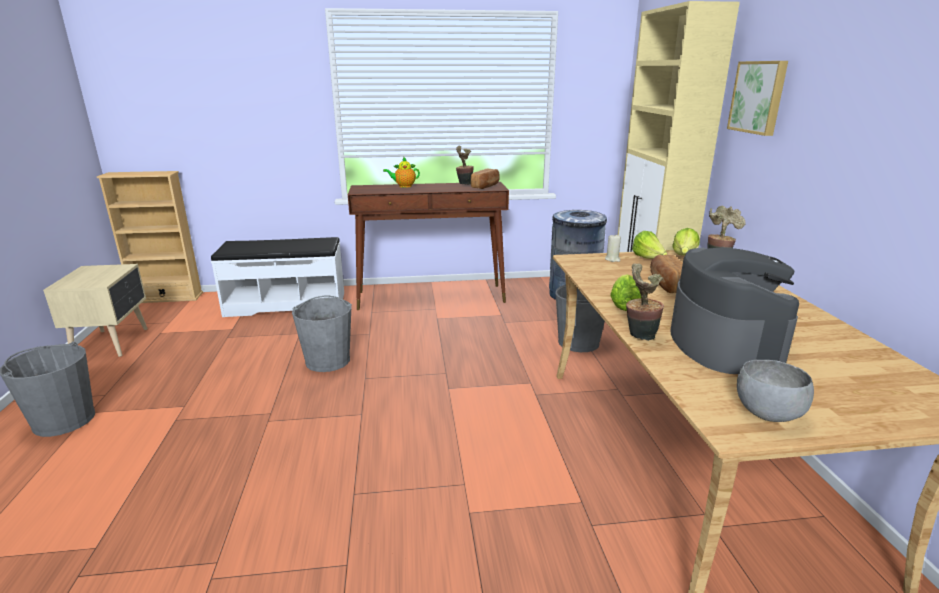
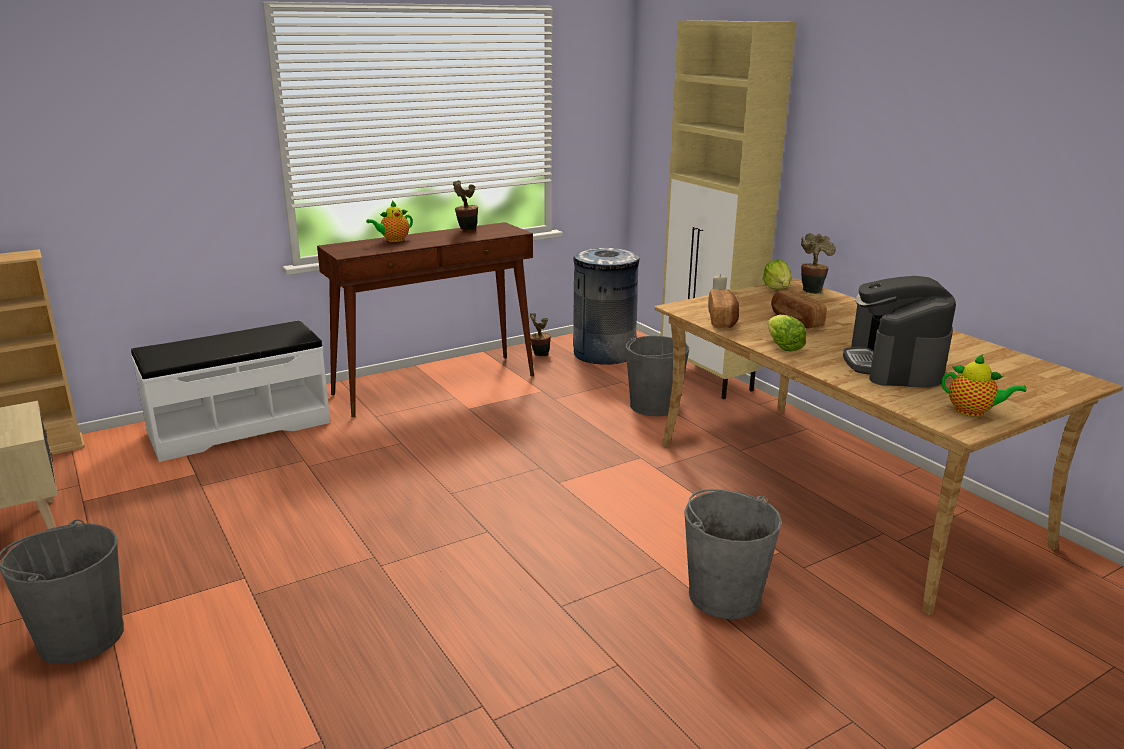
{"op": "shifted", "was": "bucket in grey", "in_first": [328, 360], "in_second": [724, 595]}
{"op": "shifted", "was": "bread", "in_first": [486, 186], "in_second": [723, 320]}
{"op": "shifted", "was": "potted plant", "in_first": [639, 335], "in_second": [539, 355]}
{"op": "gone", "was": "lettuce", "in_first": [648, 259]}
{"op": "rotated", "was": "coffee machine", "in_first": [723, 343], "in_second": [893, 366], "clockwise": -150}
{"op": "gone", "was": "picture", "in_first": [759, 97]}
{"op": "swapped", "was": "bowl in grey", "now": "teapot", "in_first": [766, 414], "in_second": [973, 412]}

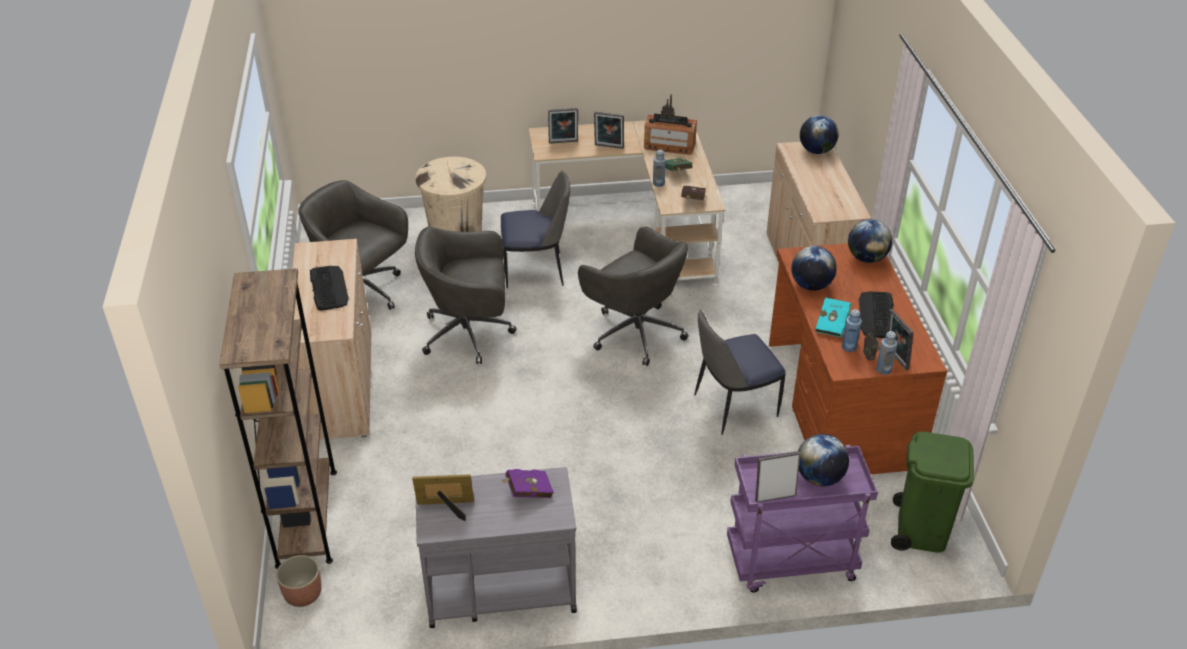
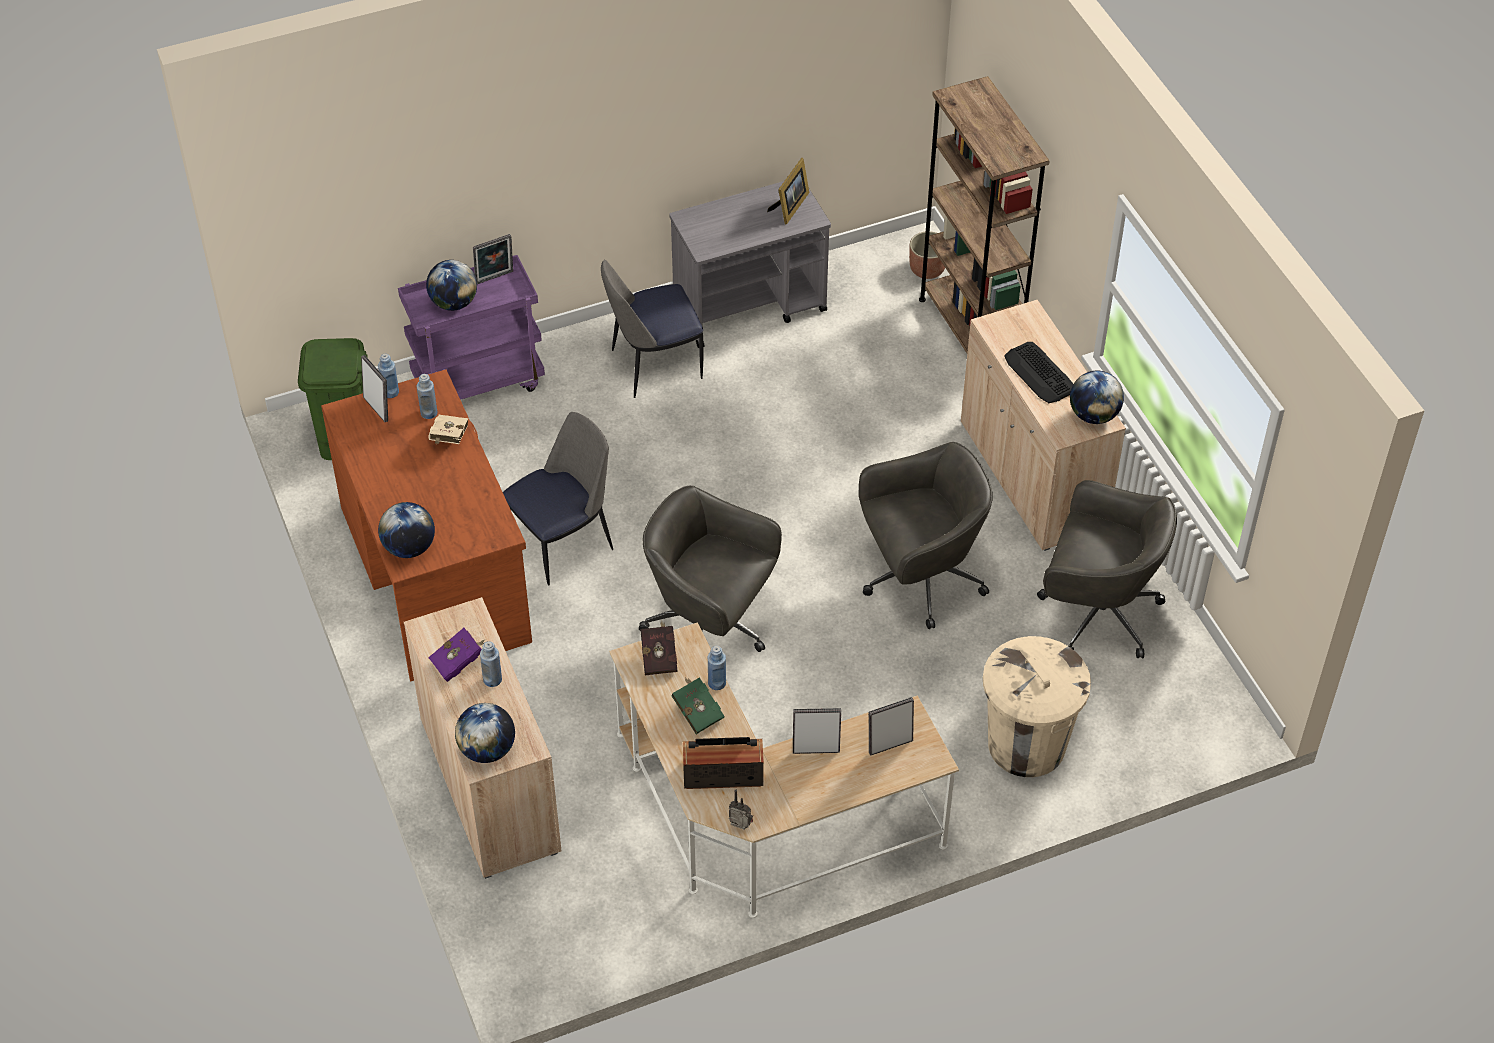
{"op": "rotated", "was": "picture frame", "in_first": [447, 508], "in_second": [790, 207], "clockwise": -45}
{"op": "shifted", "was": "book in purple", "in_first": [527, 492], "in_second": [459, 662]}
{"op": "shifted", "was": "chair", "in_first": [536, 271], "in_second": [653, 365]}
{"op": "shifted", "was": "globe", "in_first": [811, 285], "in_second": [1093, 415]}
{"op": "repainted", "was": "book in turquoise", "now": "book in beige", "in_first": [832, 324], "in_second": [448, 439]}
{"op": "gone", "was": "keyboard", "in_first": [877, 315]}
{"op": "gone", "was": "radio", "in_first": [869, 357]}
{"op": "new", "now": "bottle in blue", "in_second": [492, 679]}

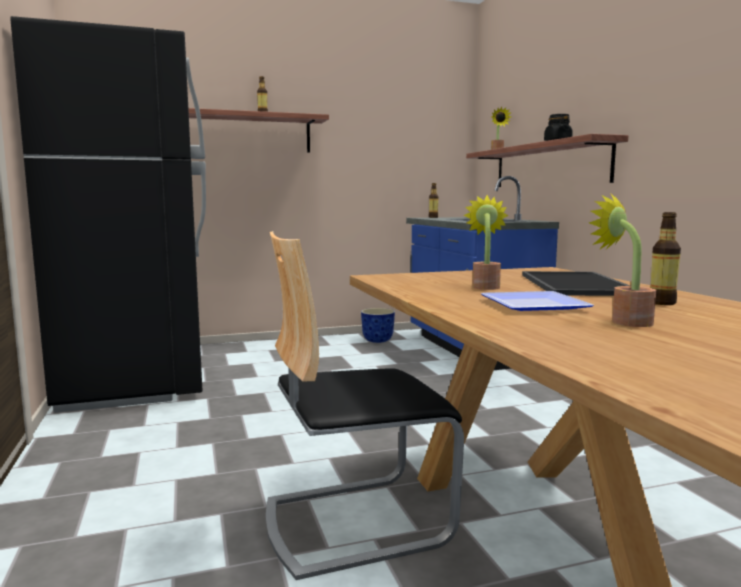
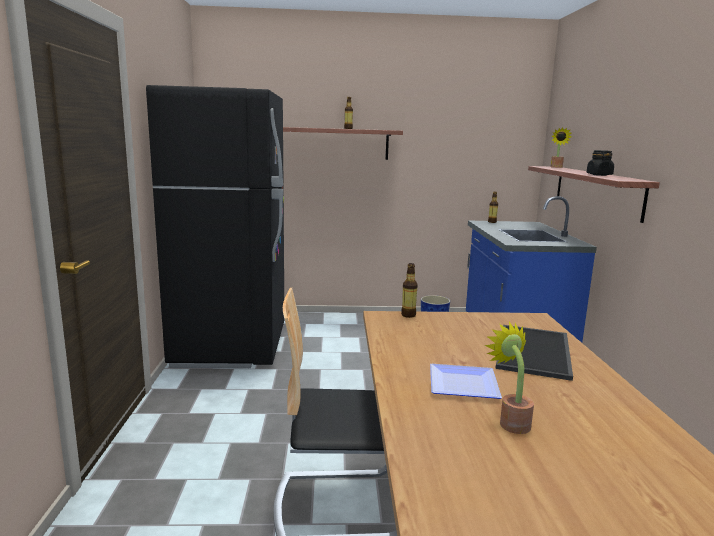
{"op": "gone", "was": "potted plant", "in_first": [485, 286]}
{"op": "shifted", "was": "bottle", "in_first": [661, 303], "in_second": [408, 315]}

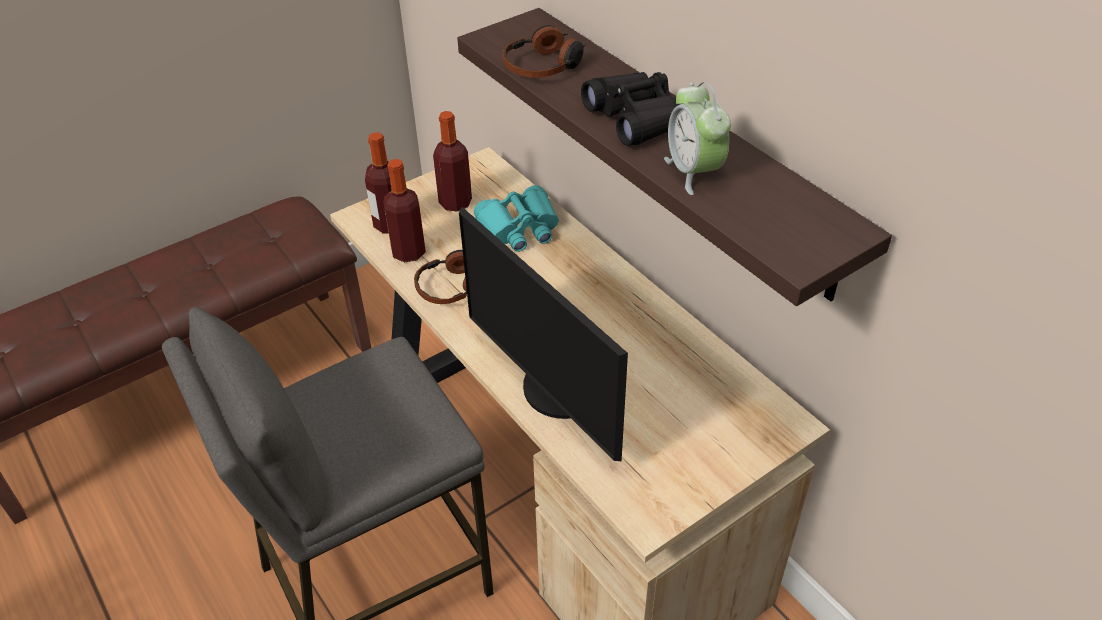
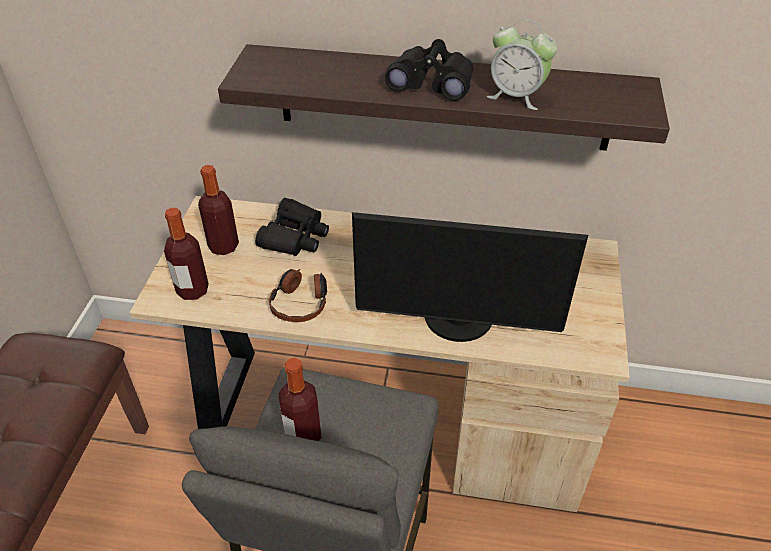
{"op": "shifted", "was": "bottle", "in_first": [408, 252], "in_second": [303, 437]}
{"op": "repainted", "was": "binoculars in turquoise", "now": "binoculars in black", "in_first": [519, 228], "in_second": [294, 236]}
{"op": "gone", "was": "headphones", "in_first": [544, 65]}

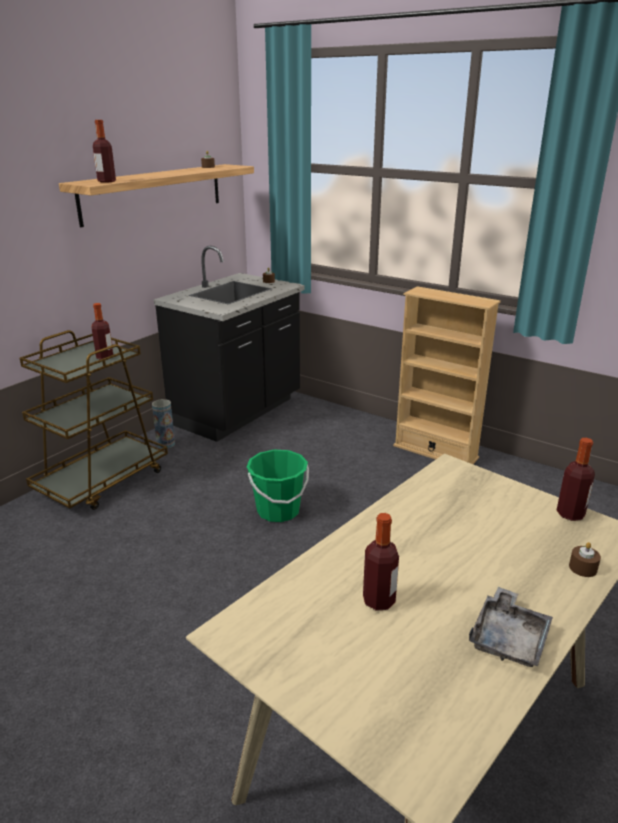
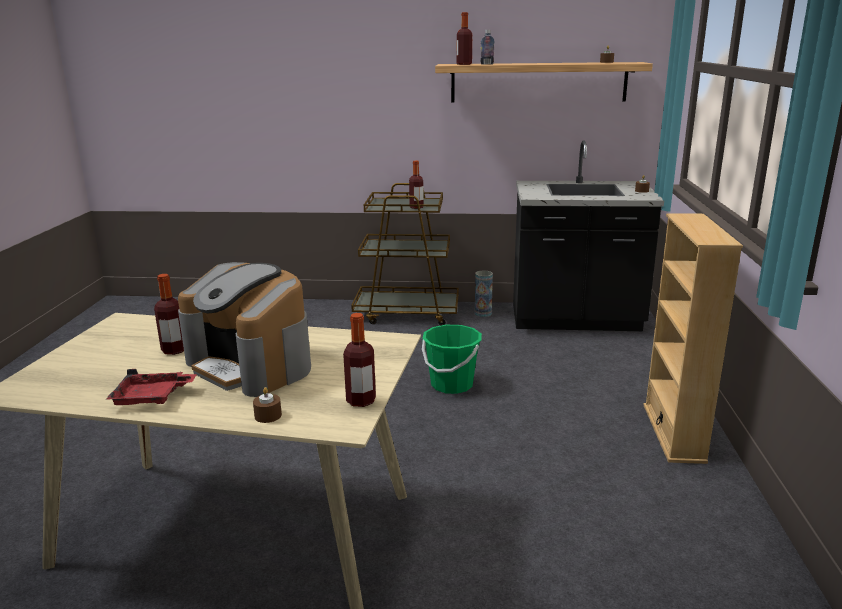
{"op": "repainted", "was": "tray in grey", "now": "tray in red", "in_first": [509, 638], "in_second": [152, 397]}
{"op": "new", "now": "coffee machine", "in_second": [251, 365]}
{"op": "new", "now": "bottle", "in_second": [487, 64]}

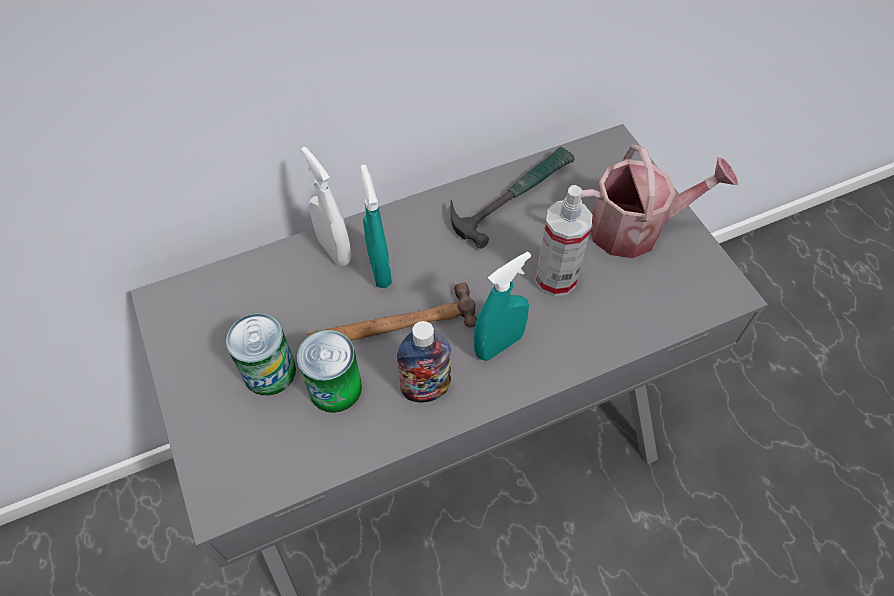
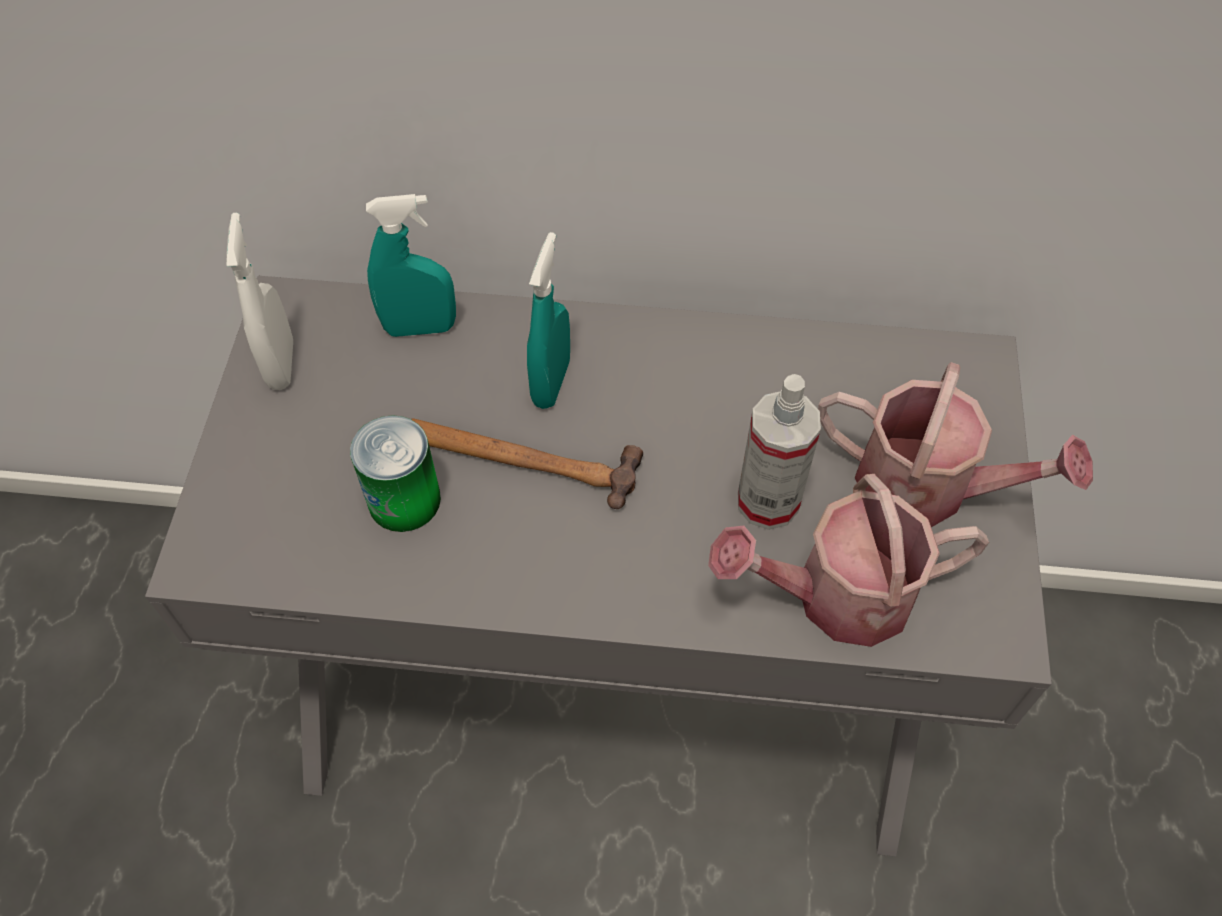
{"op": "gone", "was": "can", "in_first": [269, 371]}
{"op": "shifted", "was": "spray bottle in white", "in_first": [334, 250], "in_second": [281, 364]}
{"op": "gone", "was": "bottle", "in_first": [426, 389]}
{"op": "gone", "was": "hammer", "in_first": [511, 196]}
{"op": "shifted", "was": "spray bottle in turquoise", "in_first": [498, 345], "in_second": [420, 328]}
{"op": "new", "now": "watering can", "in_second": [836, 596]}

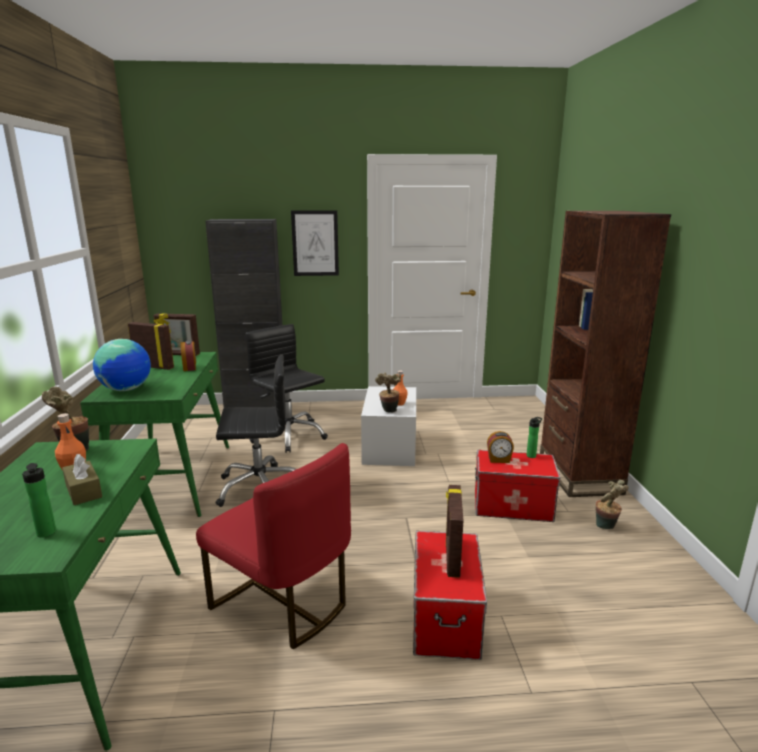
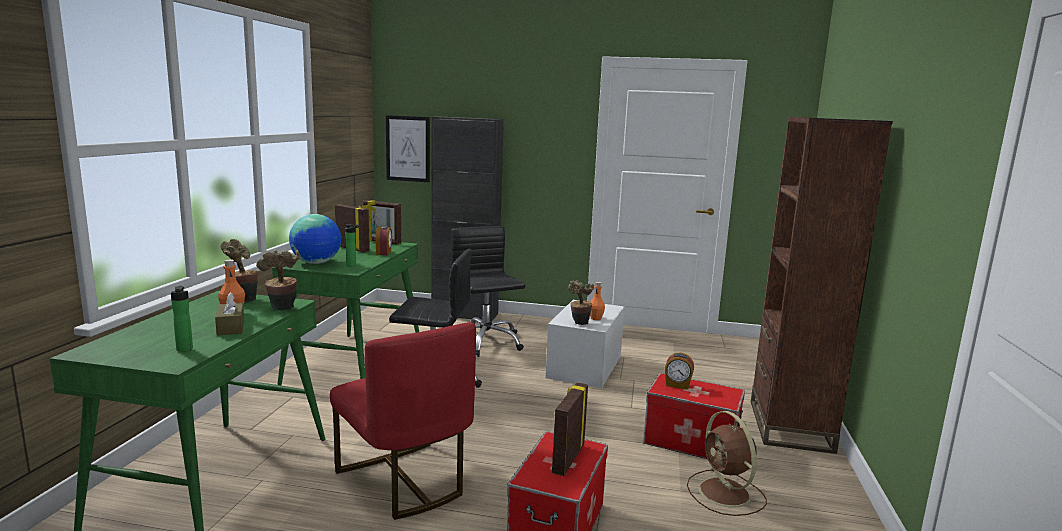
{"op": "shifted", "was": "picture", "in_first": [315, 243], "in_second": [408, 148]}
{"op": "shifted", "was": "bottle", "in_first": [532, 455], "in_second": [353, 265]}
{"op": "shifted", "was": "potted plant", "in_first": [606, 527], "in_second": [282, 309]}
{"op": "new", "now": "fan in brown", "in_second": [726, 494]}

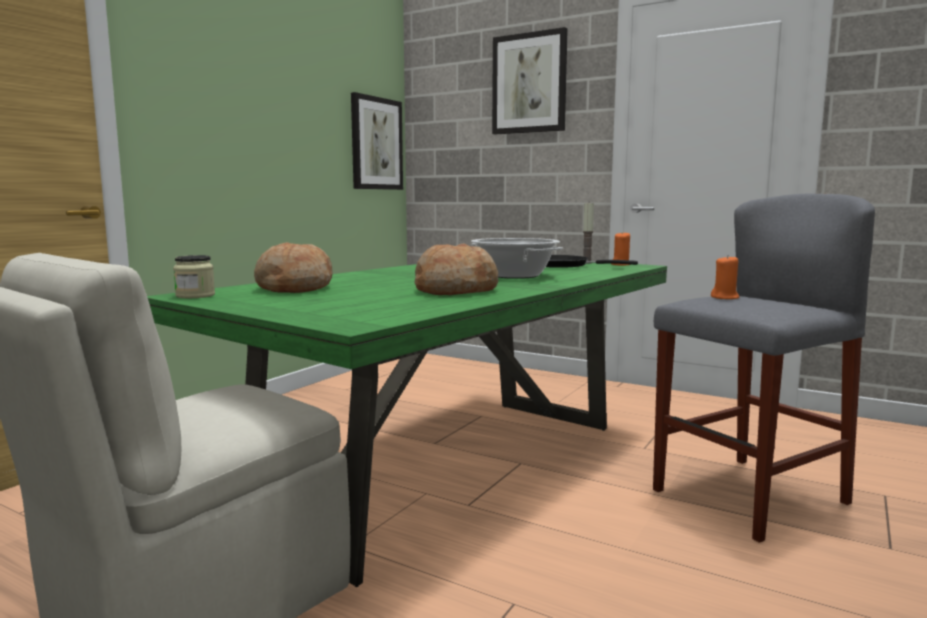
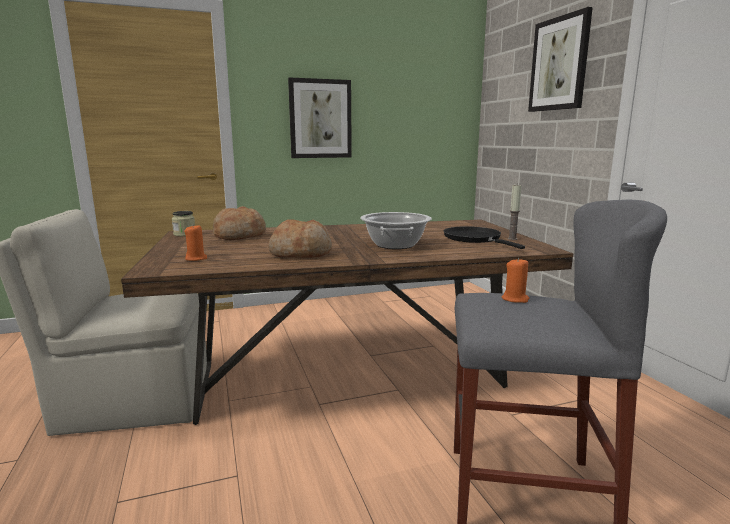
{"op": "repainted", "was": "dining table in green", "now": "dining table in brown", "in_first": [453, 468], "in_second": [351, 377]}
{"op": "shifted", "was": "picture", "in_first": [376, 144], "in_second": [320, 119]}
{"op": "shifted", "was": "candle in orange", "in_first": [620, 264], "in_second": [196, 258]}

